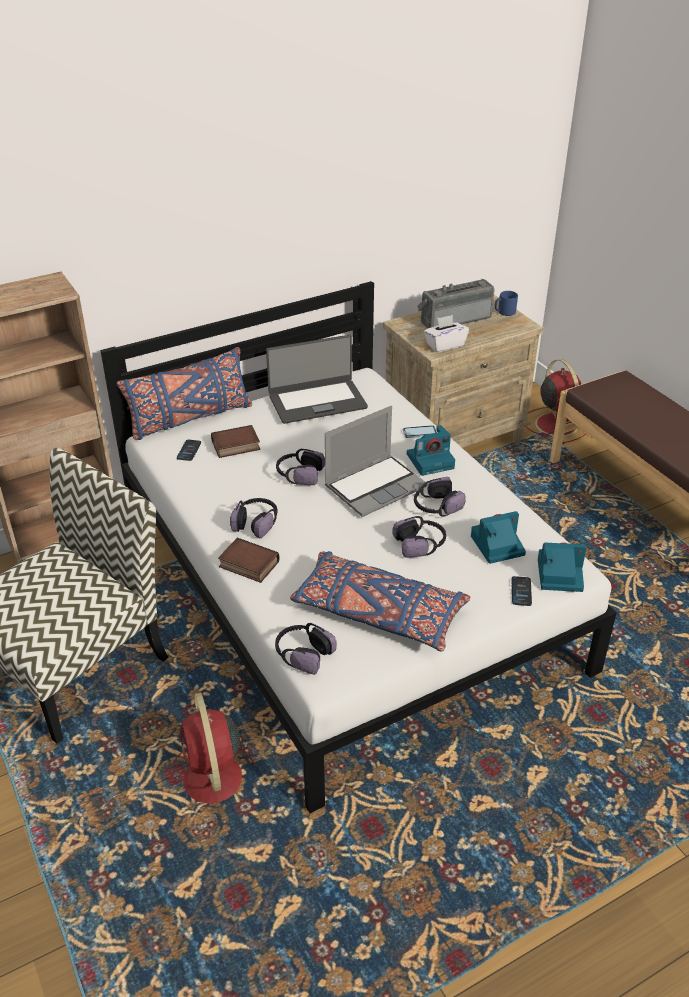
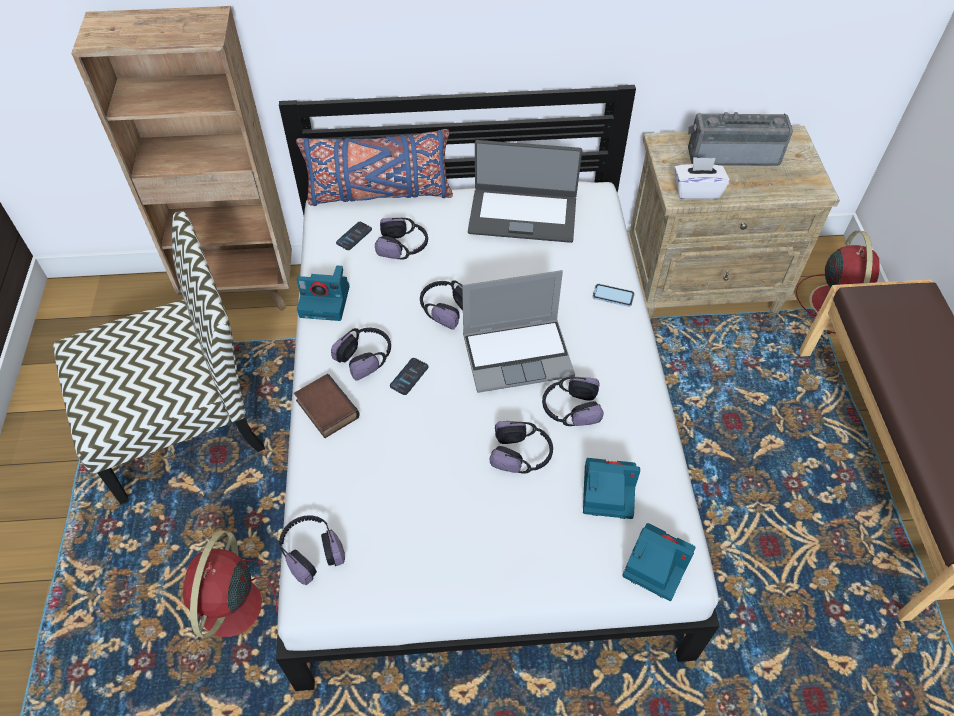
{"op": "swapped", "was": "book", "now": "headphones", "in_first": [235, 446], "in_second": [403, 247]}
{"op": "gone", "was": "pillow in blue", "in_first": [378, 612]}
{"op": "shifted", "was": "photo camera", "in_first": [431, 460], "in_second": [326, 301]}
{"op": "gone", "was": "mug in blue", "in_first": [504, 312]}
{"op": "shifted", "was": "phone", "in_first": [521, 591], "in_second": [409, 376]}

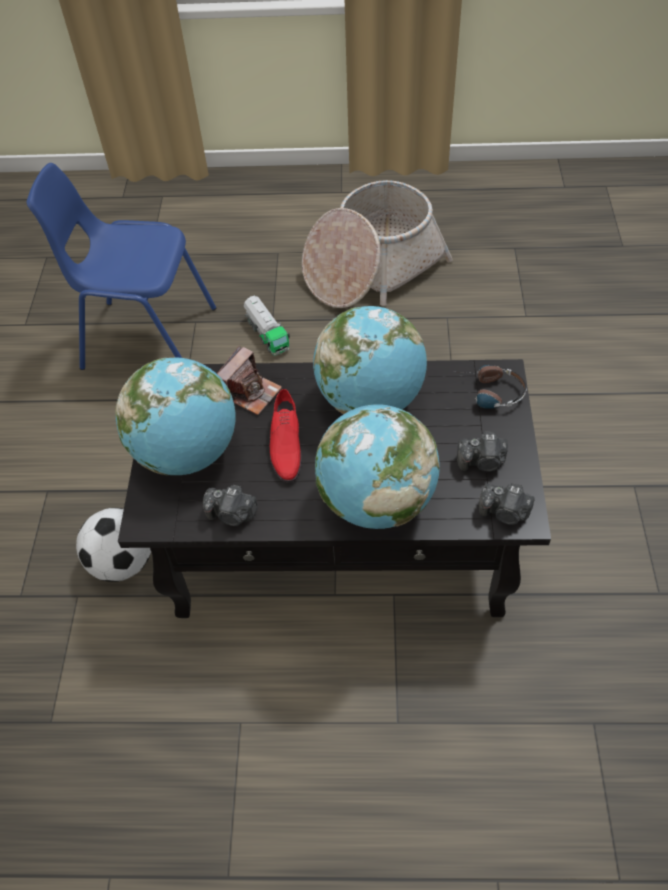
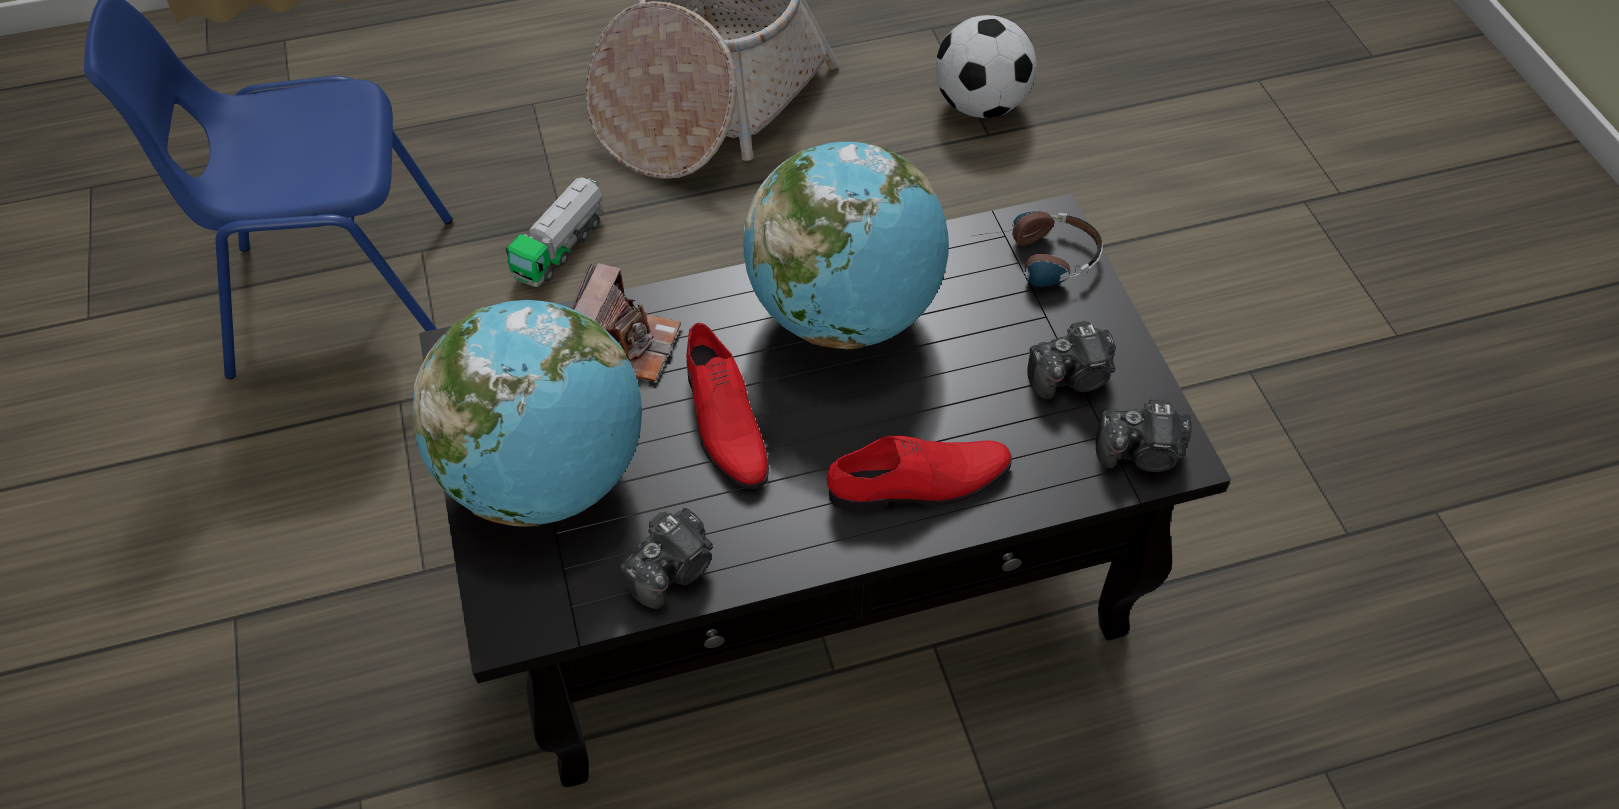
{"op": "shifted", "was": "football", "in_first": [123, 561], "in_second": [980, 105]}
{"op": "rotated", "was": "photo camera", "in_first": [232, 514], "in_second": [673, 570], "clockwise": -45}
{"op": "rotated", "was": "toy truck", "in_first": [267, 334], "in_second": [560, 247], "clockwise": 75}
{"op": "swapped", "was": "globe", "now": "shoe in red", "in_first": [376, 500], "in_second": [920, 483]}

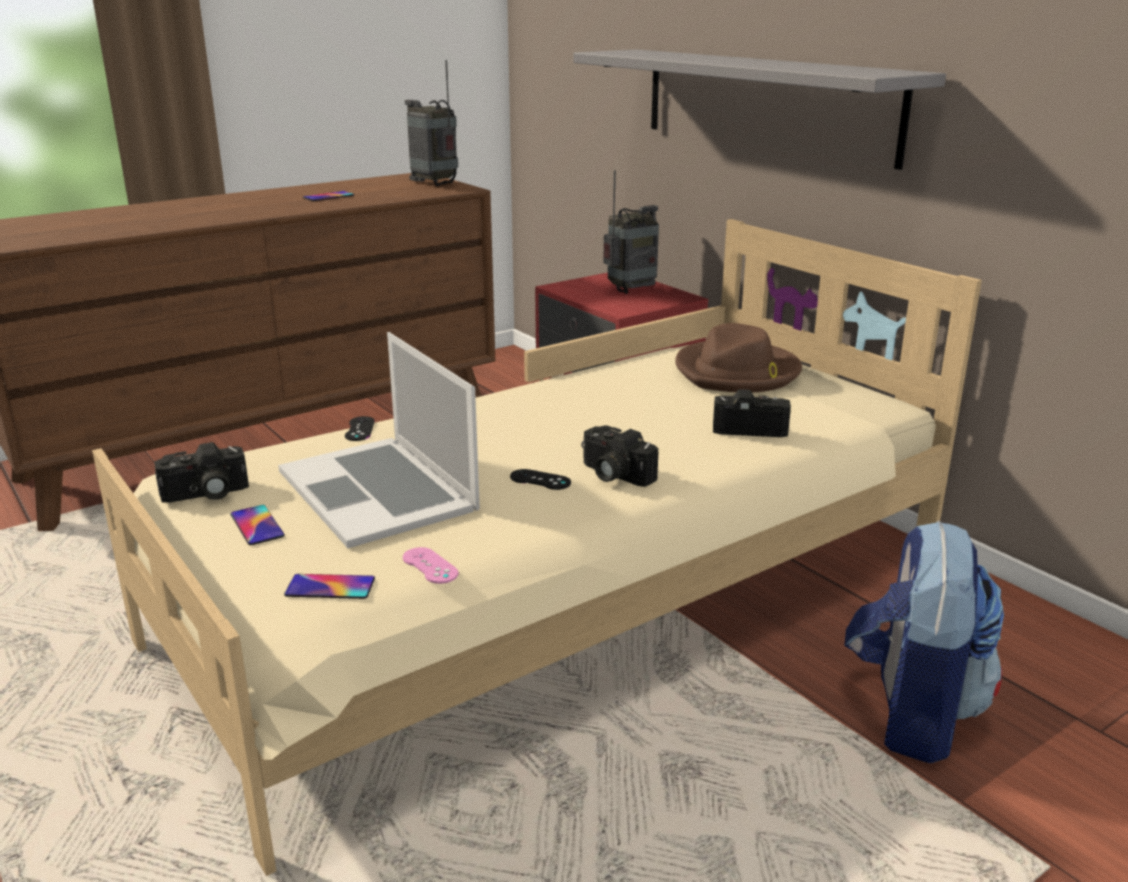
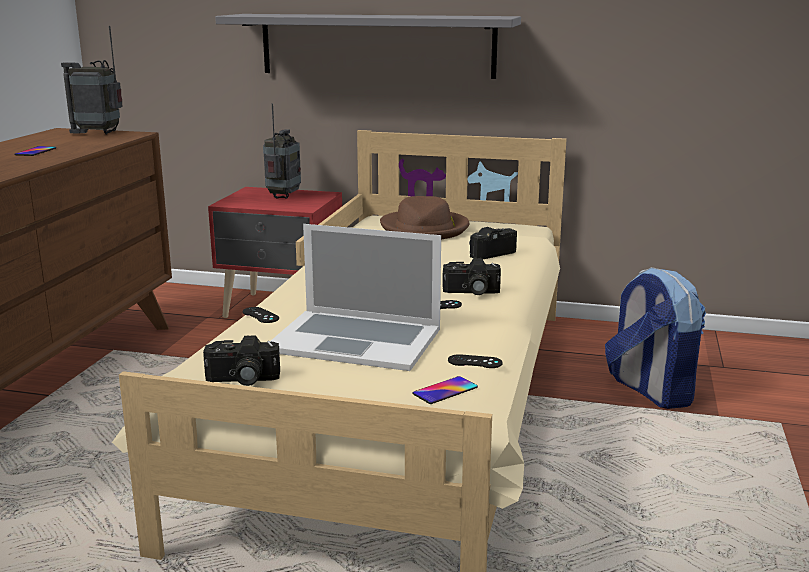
{"op": "rotated", "was": "photo camera", "in_first": [205, 494], "in_second": [242, 380], "clockwise": 60}
{"op": "gone", "was": "phone", "in_first": [257, 525]}
{"op": "repainted", "was": "game controller in pink", "now": "game controller in black", "in_first": [430, 566], "in_second": [475, 362]}

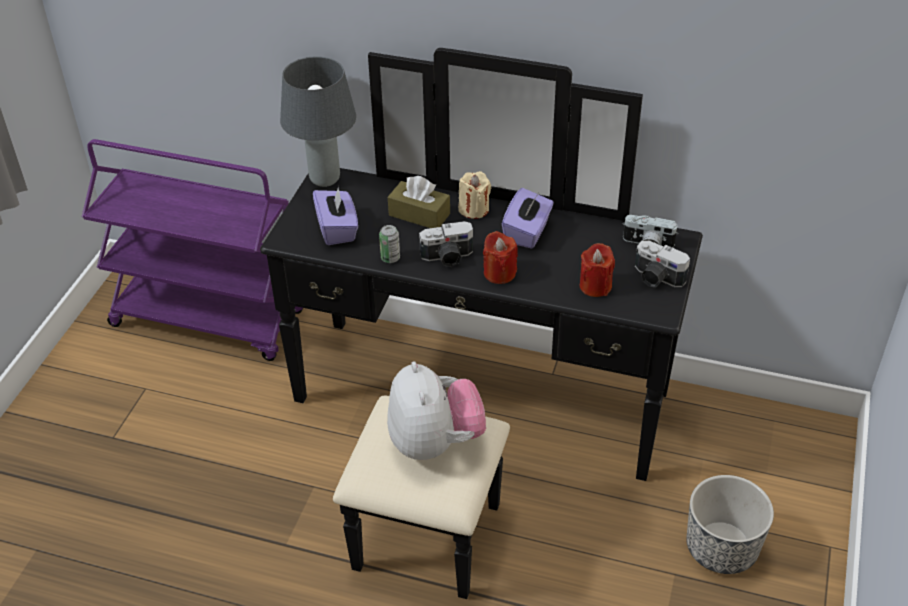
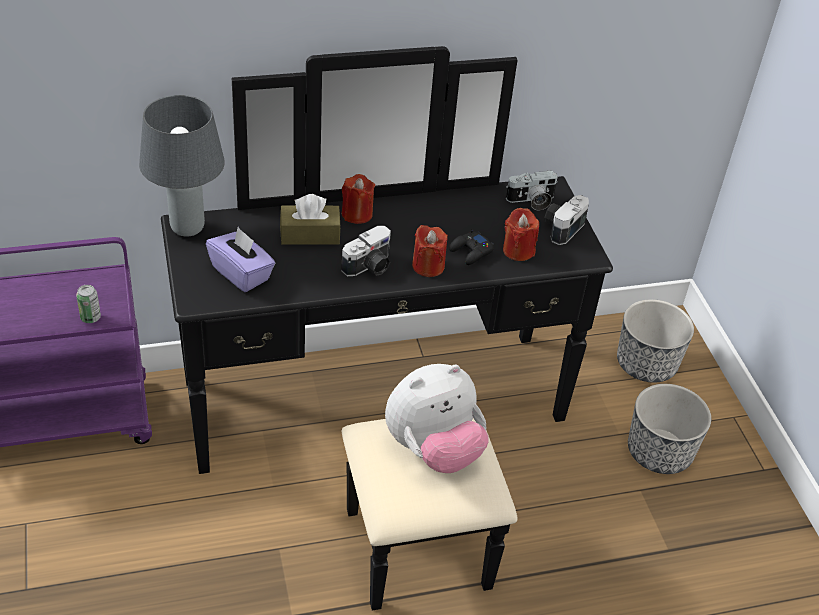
{"op": "shifted", "was": "can", "in_first": [390, 258], "in_second": [90, 317]}
{"op": "rotated", "was": "plush toy", "in_first": [435, 442], "in_second": [433, 450], "clockwise": 105}
{"op": "repainted", "was": "candle in beige", "now": "candle in red", "in_first": [474, 209], "in_second": [357, 214]}
{"op": "gone", "was": "tissue box in purple", "in_first": [527, 232]}
{"op": "rotated", "was": "photo camera", "in_first": [656, 278], "in_second": [561, 227], "clockwise": 120}
{"op": "new", "now": "game controller in black", "in_second": [471, 252]}
{"op": "new", "now": "planter", "in_second": [646, 364]}

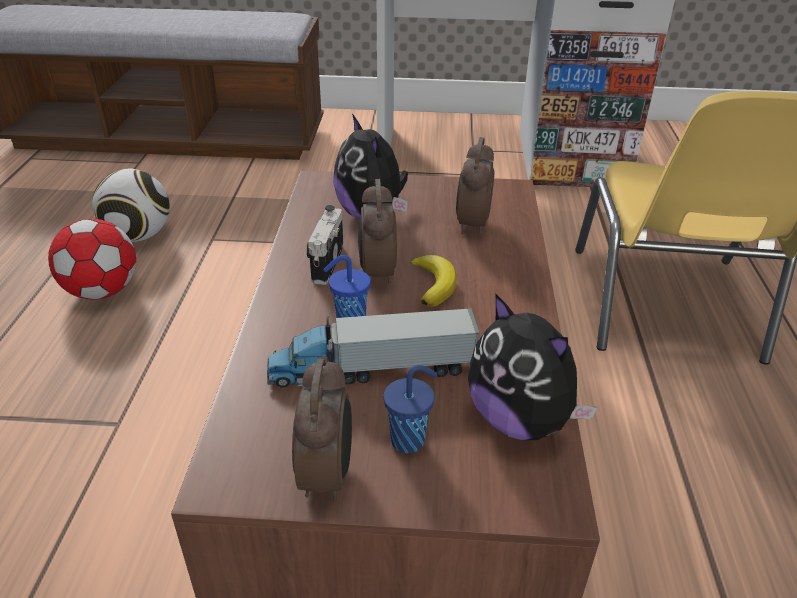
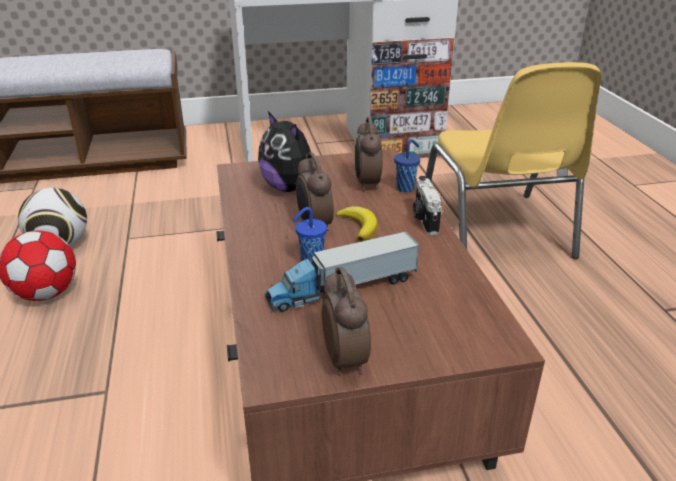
{"op": "shifted", "was": "photo camera", "in_first": [325, 262], "in_second": [424, 220]}
{"op": "shifted", "was": "cup in blue", "in_first": [409, 440], "in_second": [406, 188]}
{"op": "gone", "was": "plush toy", "in_first": [520, 420]}

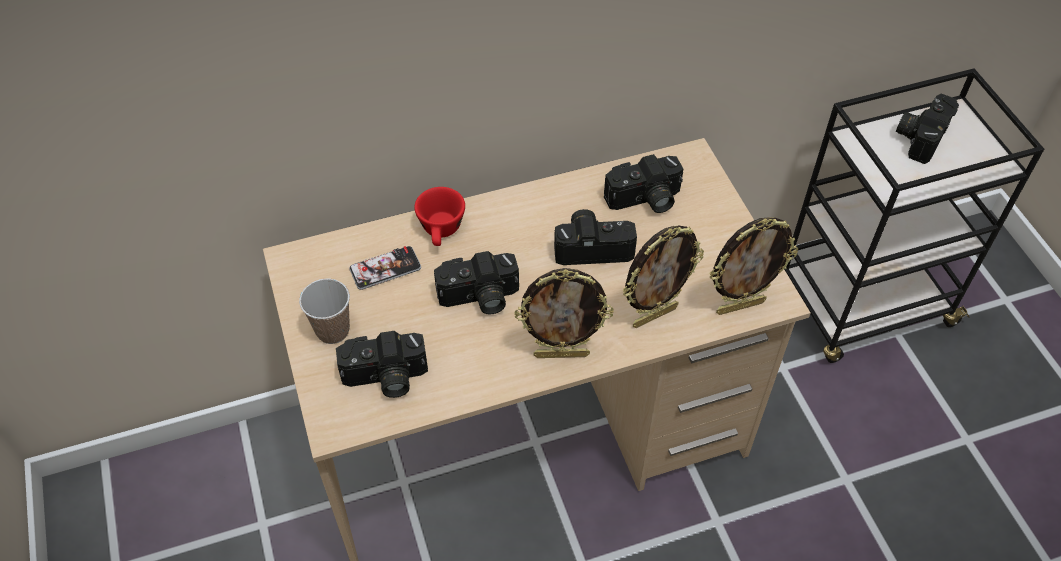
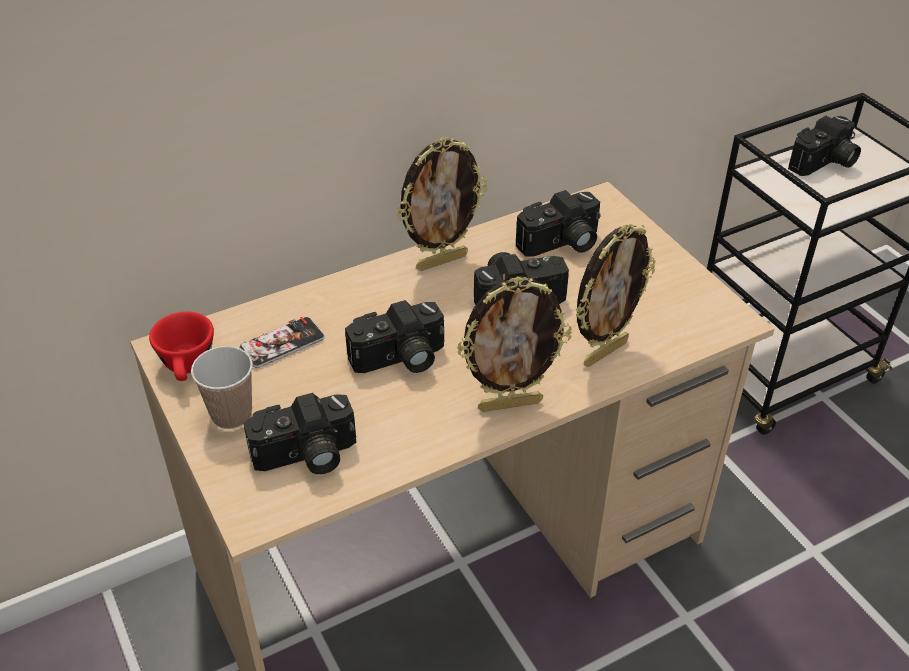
{"op": "shifted", "was": "cup in red", "in_first": [442, 232], "in_second": [188, 367]}
{"op": "shifted", "was": "picture frame", "in_first": [740, 306], "in_second": [441, 261]}
{"op": "rotated", "was": "photo camera", "in_first": [920, 136], "in_second": [824, 163], "clockwise": -150}

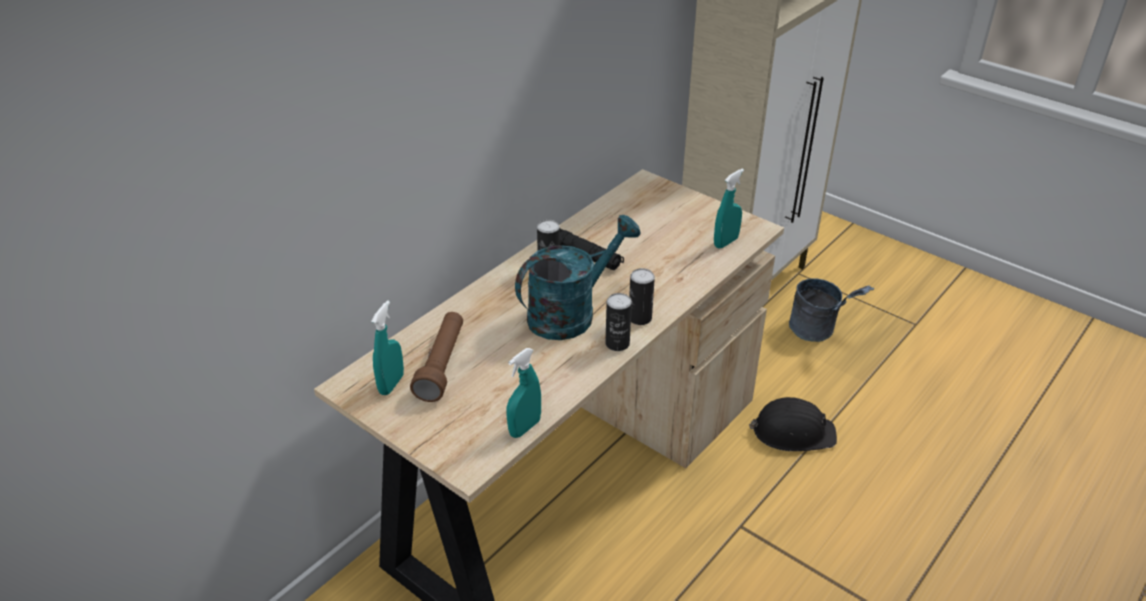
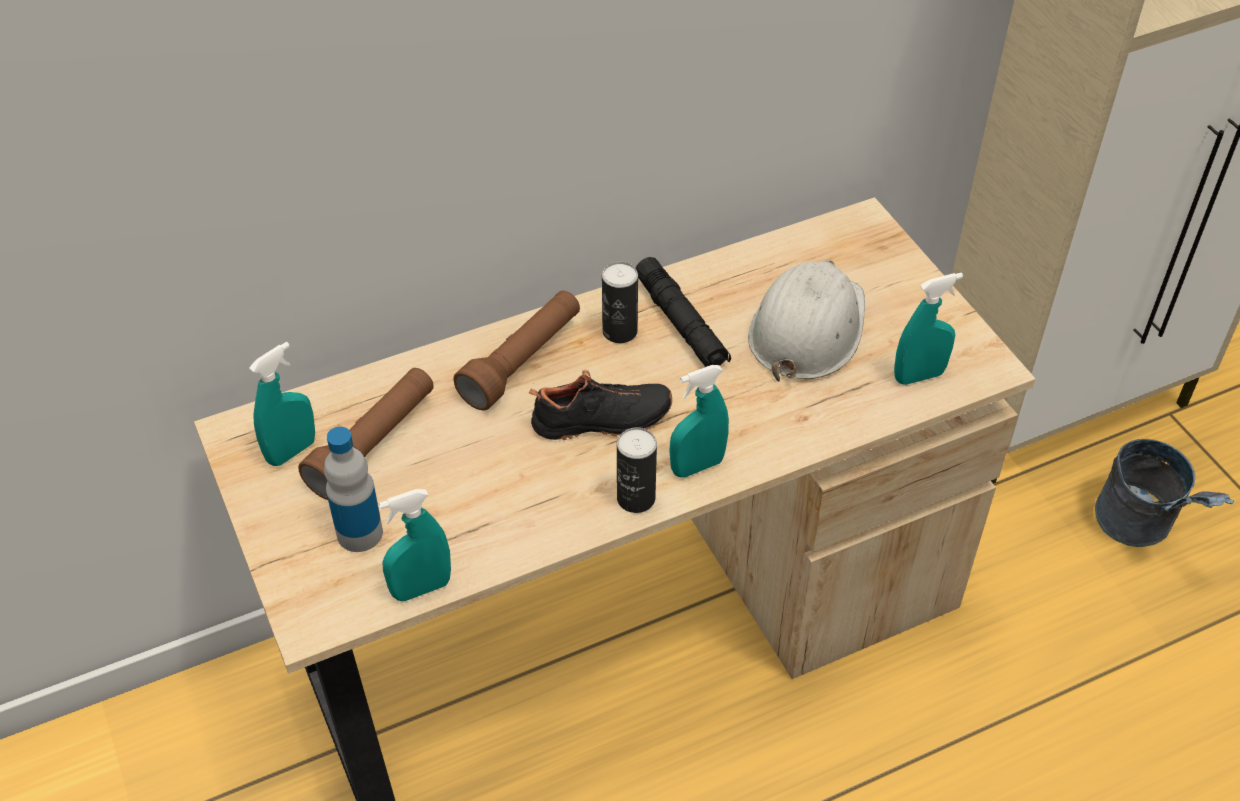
{"op": "swapped", "was": "watering can in turquoise", "now": "shoe in black", "in_first": [571, 313], "in_second": [602, 422]}
{"op": "swapped", "was": "can", "now": "spray bottle in turquoise", "in_first": [640, 318], "in_second": [697, 466]}
{"op": "gone", "was": "hard hat in black", "in_first": [792, 432]}
{"op": "new", "now": "bottle", "in_second": [360, 533]}
{"op": "new", "now": "flashlight in brown", "in_second": [522, 361]}
{"op": "new", "now": "hard hat in white", "in_second": [807, 329]}

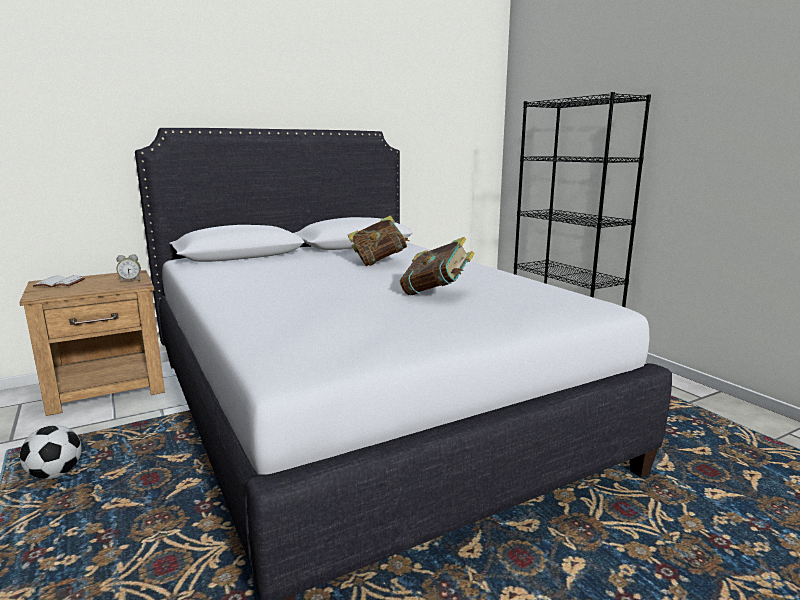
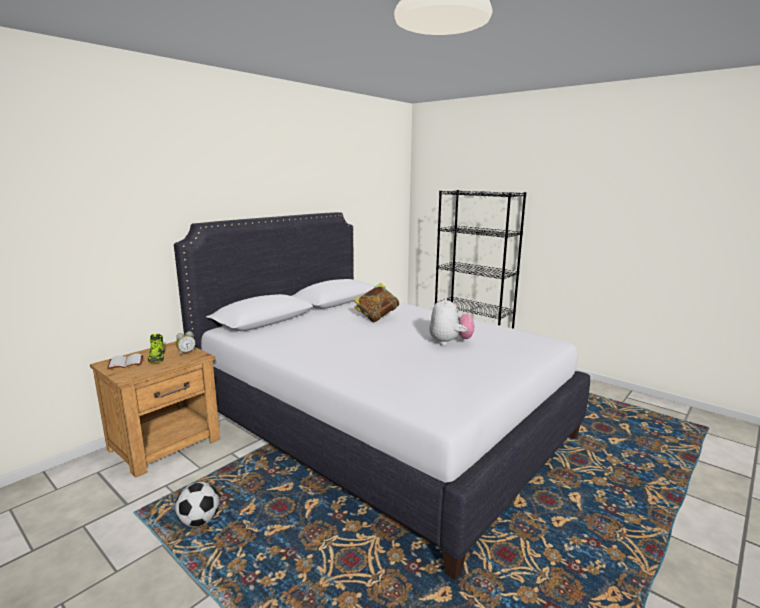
{"op": "swapped", "was": "book", "now": "plush toy", "in_first": [436, 294], "in_second": [450, 342]}
{"op": "new", "now": "shoe", "in_second": [157, 357]}

